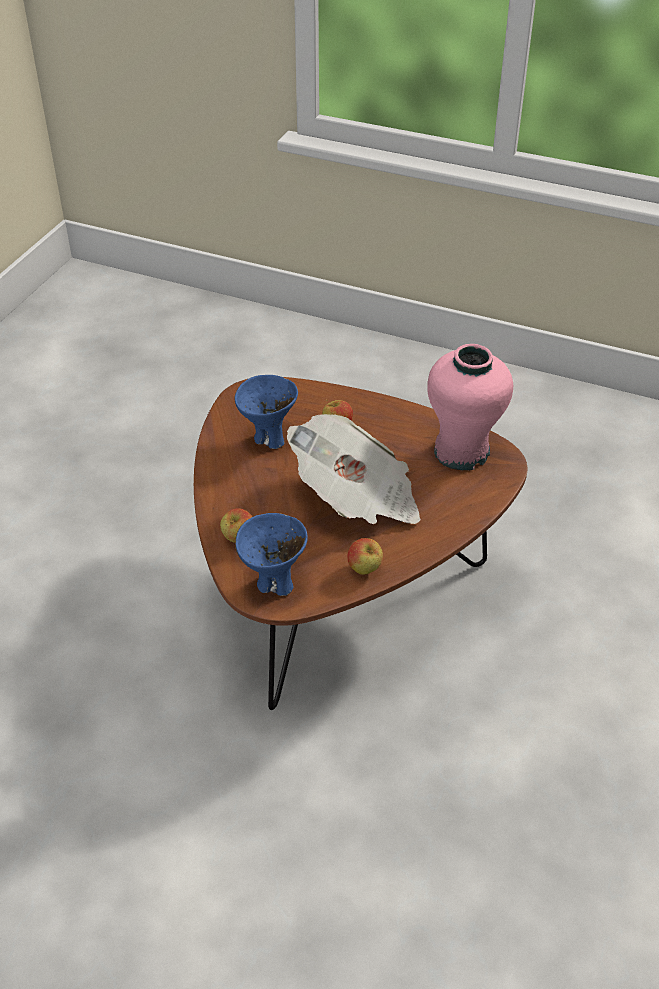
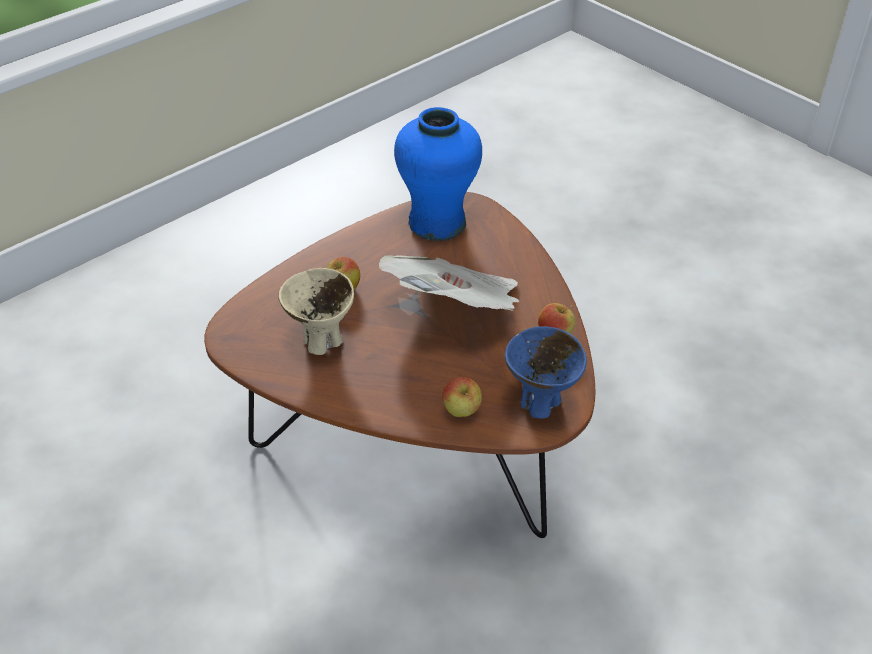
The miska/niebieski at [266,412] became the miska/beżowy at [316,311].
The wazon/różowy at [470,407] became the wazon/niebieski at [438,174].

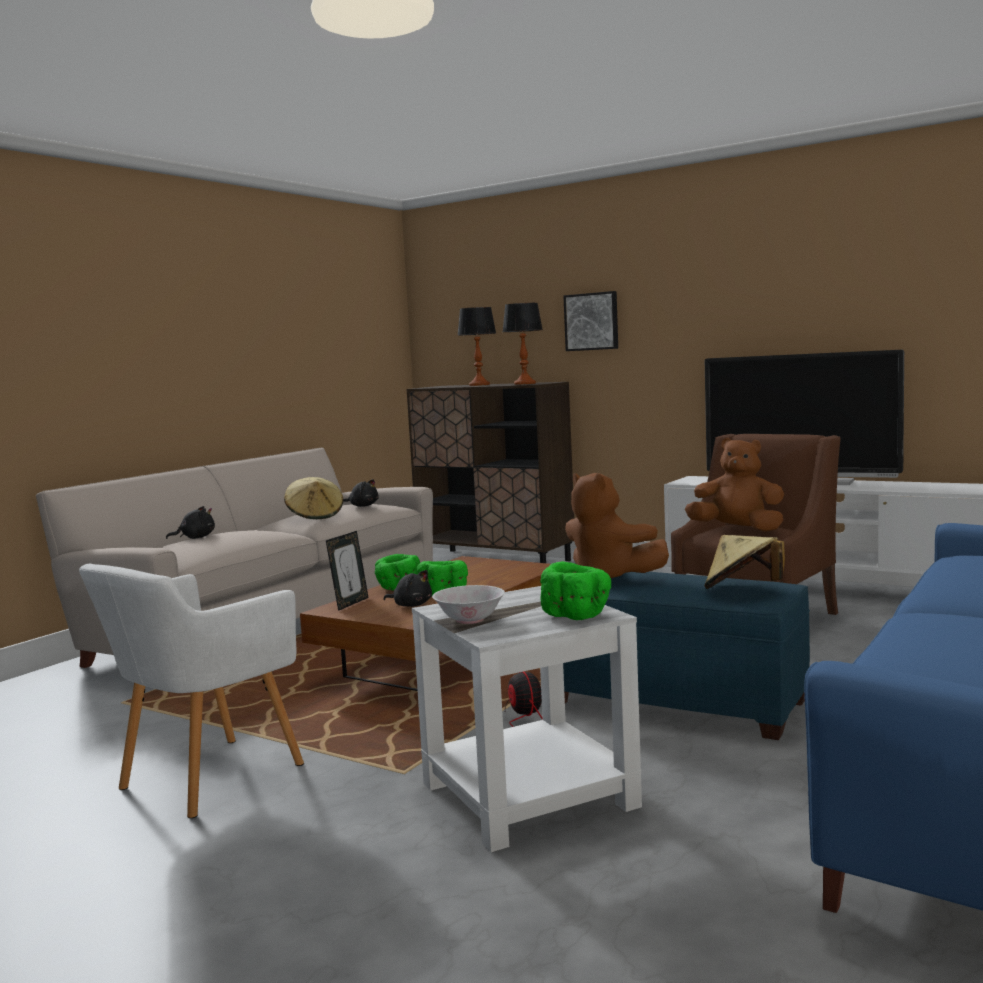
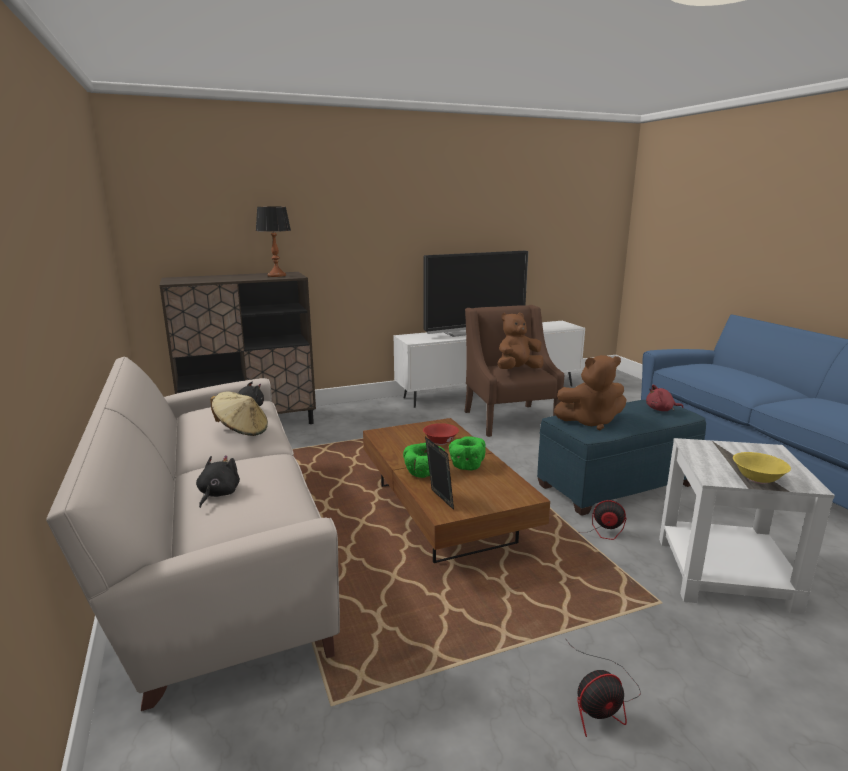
The pluszak/czarny at [407,588] disappeared.
The lampa stołowa at [477,346] disappeared.
The miska/zielony at [575,590] disappeared.
The obraz at [590,321] disappeared.
The miska/czerwony at [441,434] appeared.
The fotel/biały at [191,691] was replaced by the wentylator at [603,687].
The kapelusz/beżowy at [744,562] was replaced by the pluszak/czerwony at [665,398].
The miska/biały at [468,604] became the miska/żółty at [762,468].

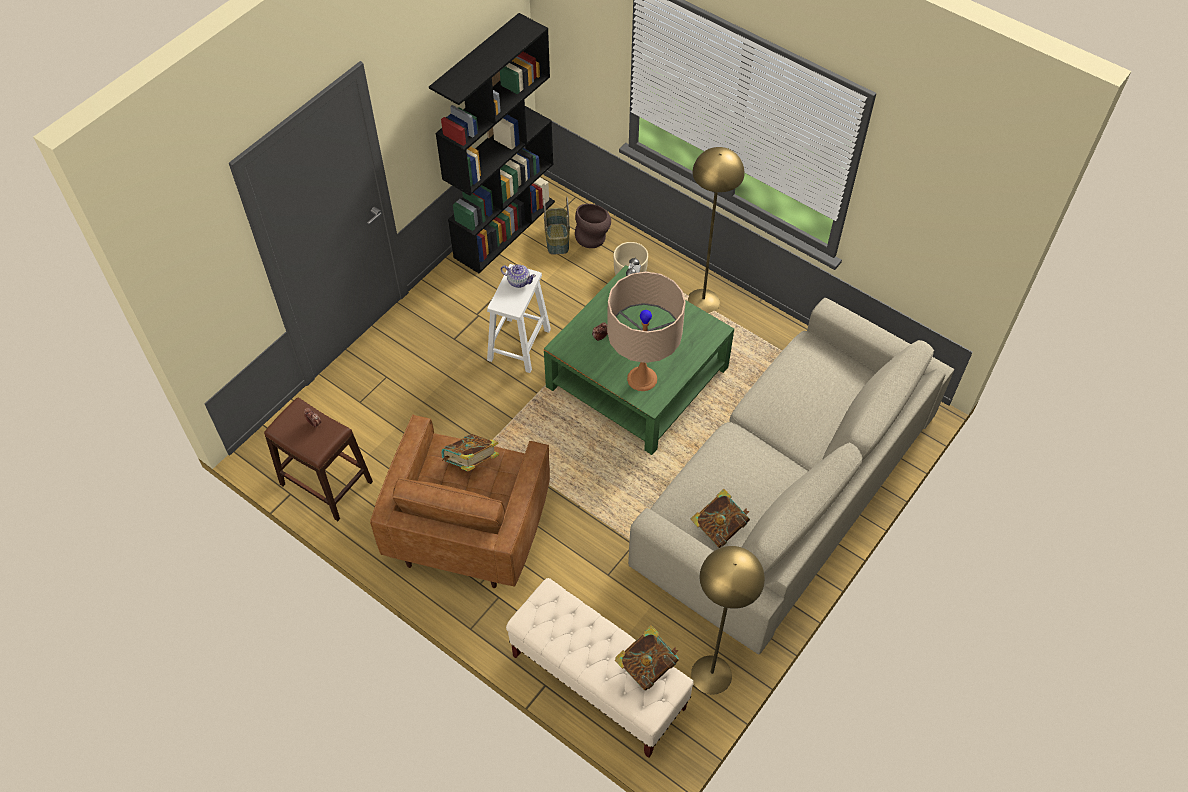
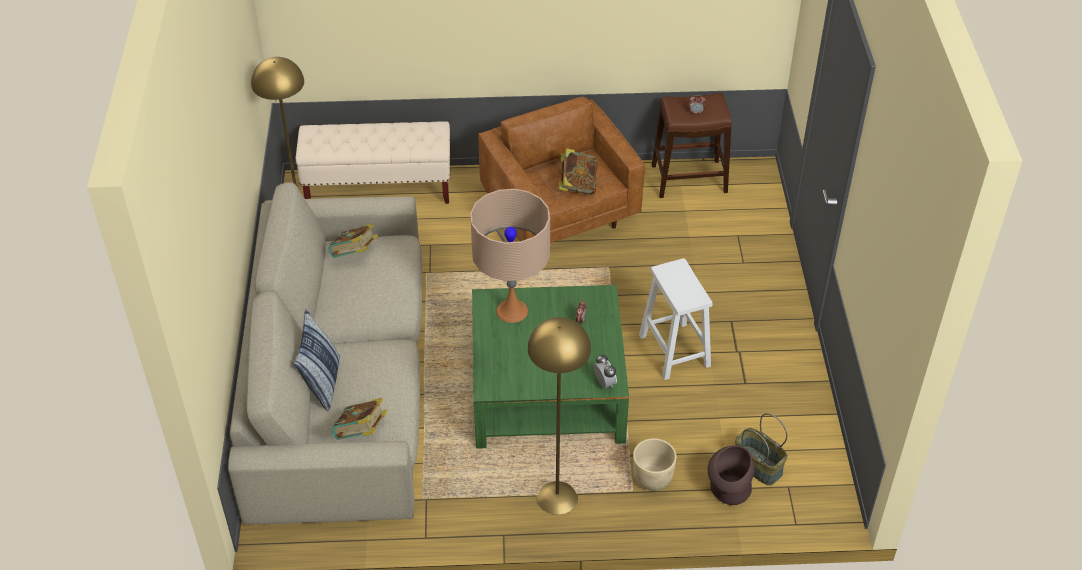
The regał/czarny at [492,143] disappeared.
The imbryk at [518,276] disappeared.
The poduszka at [316,360] appeared.
The książka moved from [647,658] to [359,419].

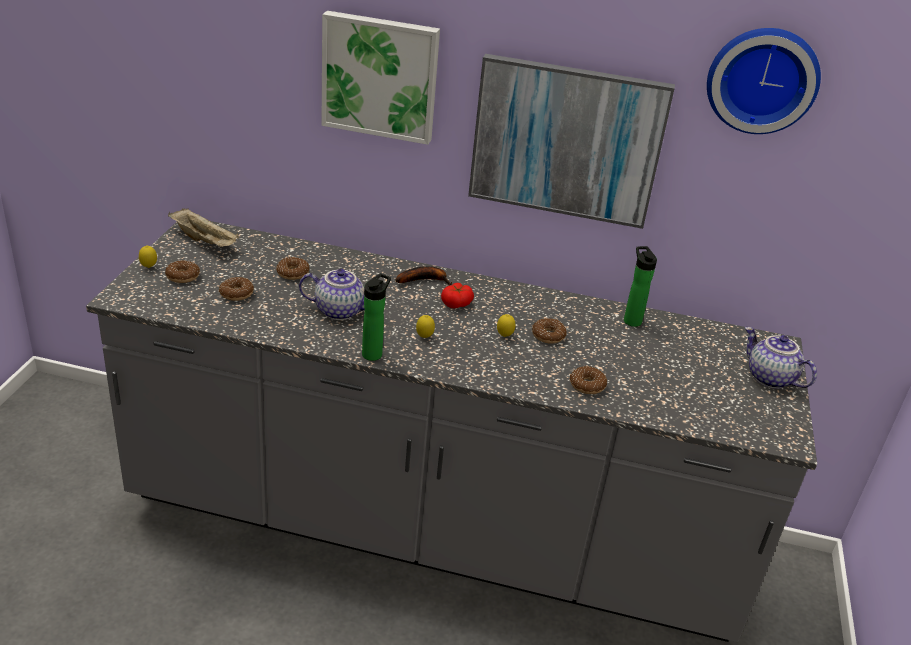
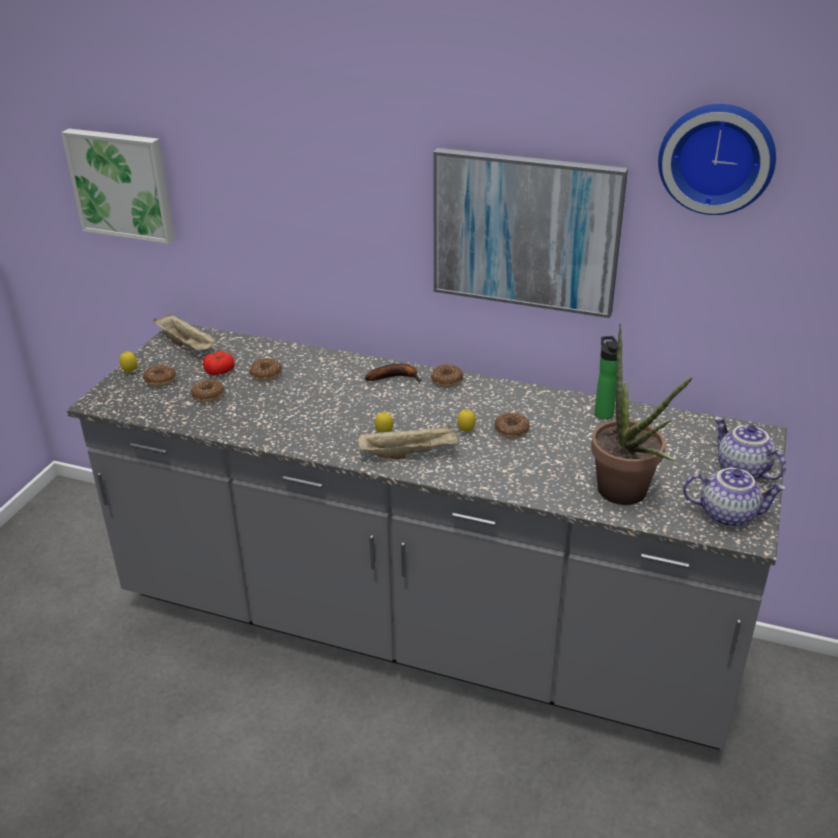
The butelka at [376,317] disappeared.
The taca/beżowy at [408,441] appeared.
The roślina doniczkowa at [642,414] appeared.
The imbryk moved from [332,294] to [734,497].
The obraz moved from [380,78] to [118,186].
The pomidor moved from [457,295] to [218,363].
The donut moved from [588,380] to [447,375].

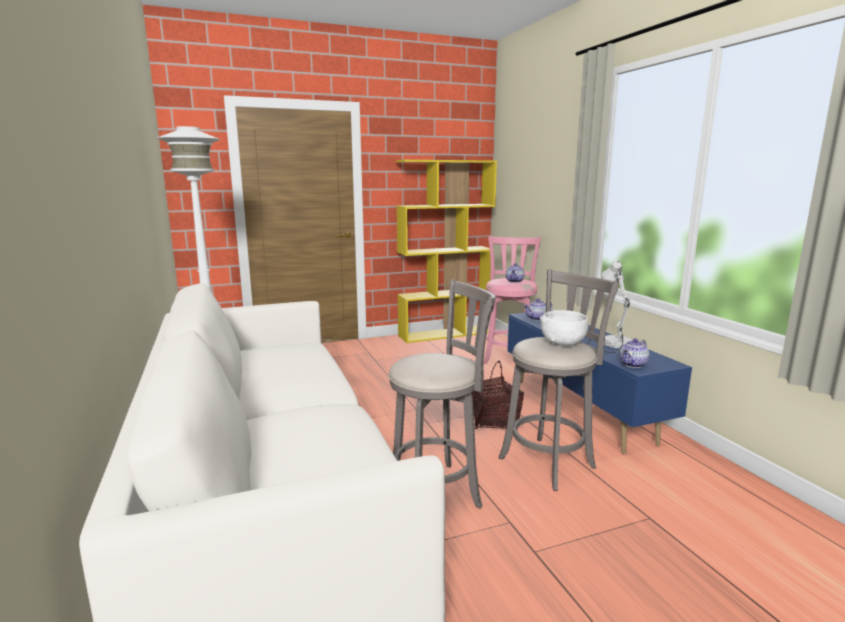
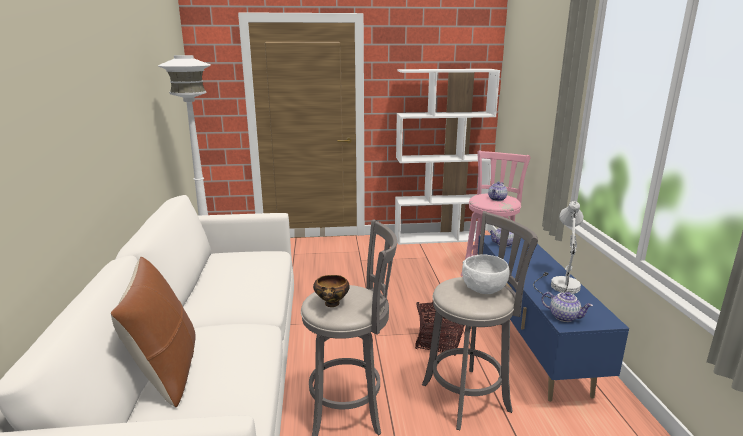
The poduszka/brązowy at [153,332] appeared.
The miska at [331,291] appeared.
The regał/żółty at [446,251] became the regał/biały at [447,157].
The imbryk at [634,353] turned 120 degrees counterclockwise.

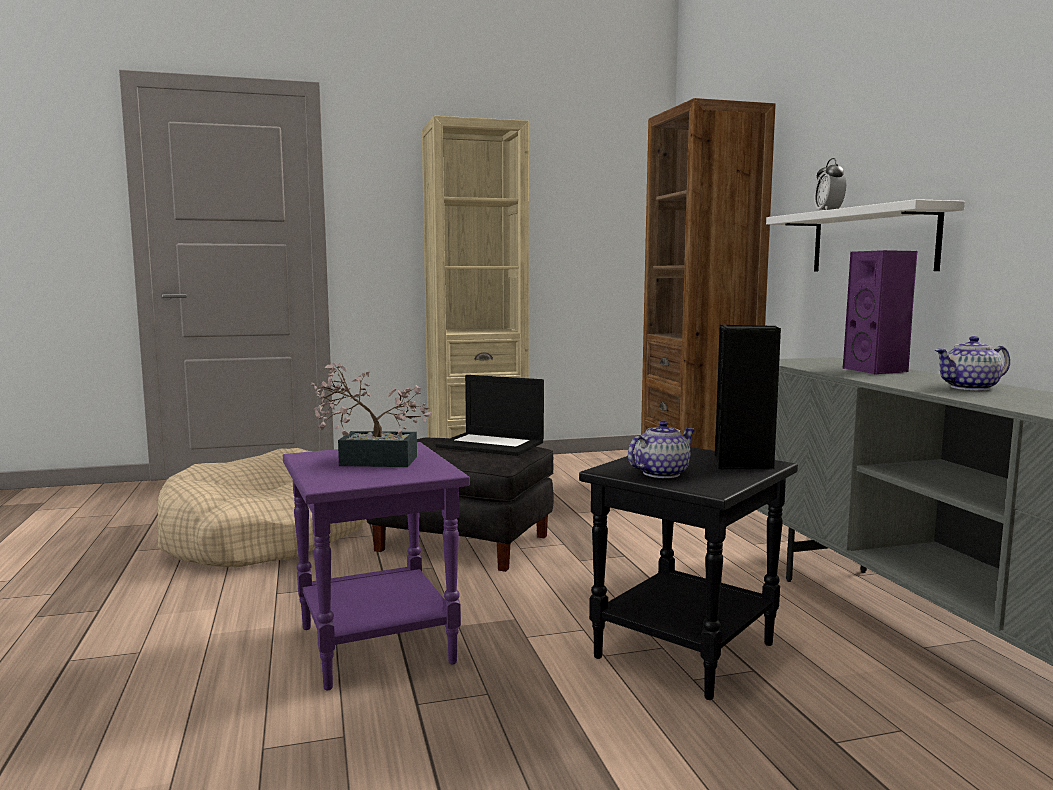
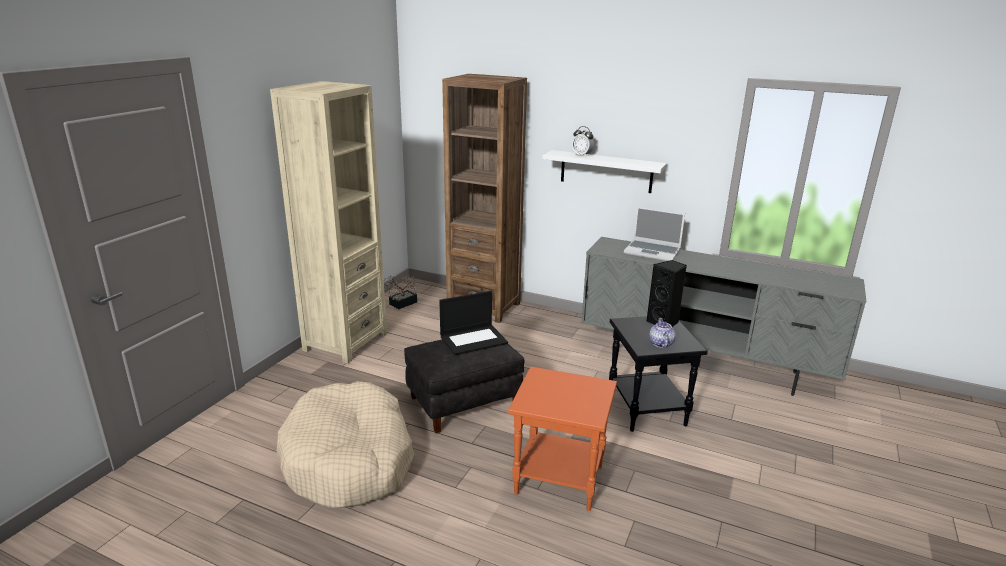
The imbryk at [972,363] disappeared.
The roślina doniczkowa moved from [371,414] to [401,292].
The głośnik/fioletowy at [880,312] was replaced by the laptop at [654,234].
The stolik/fioletowy at [376,566] became the stolik/pomarańczowy at [562,439].

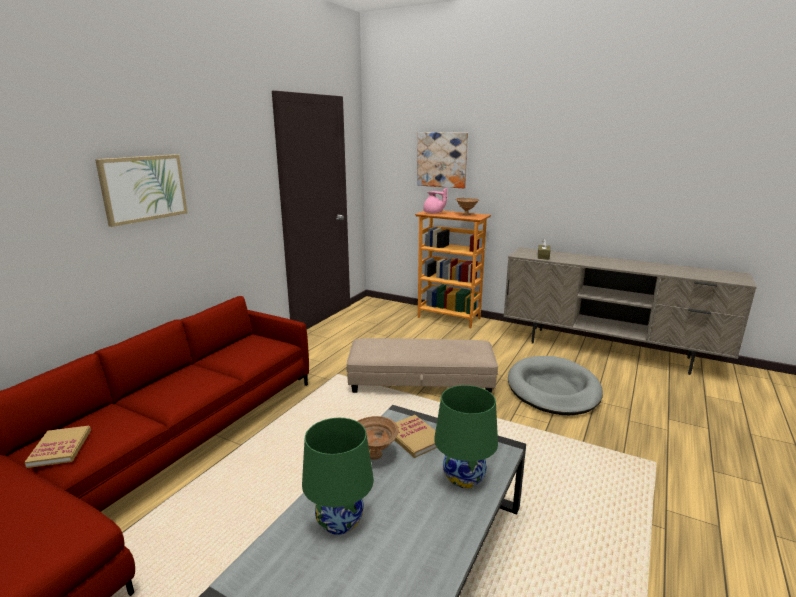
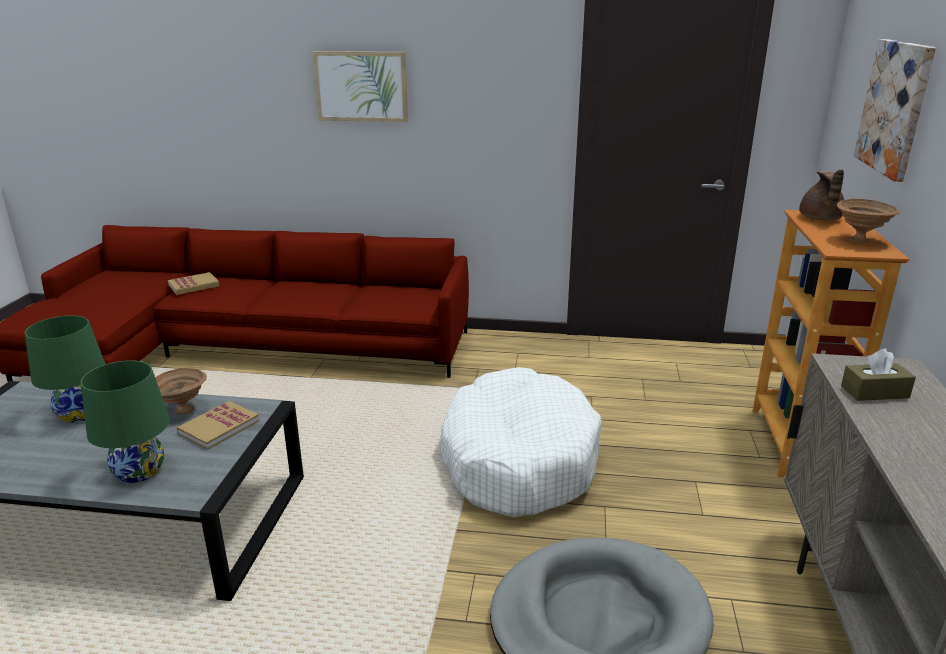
The pufa/beżowy at [422,365] was replaced by the legowisko/biały at [520,442].
The imbryk/różowy at [435,200] became the imbryk/brązowy at [821,195].

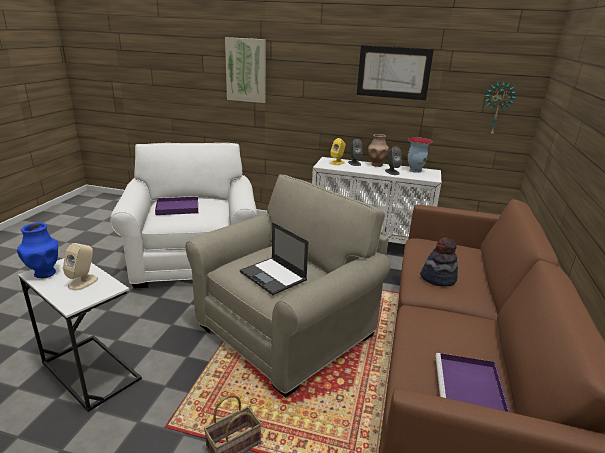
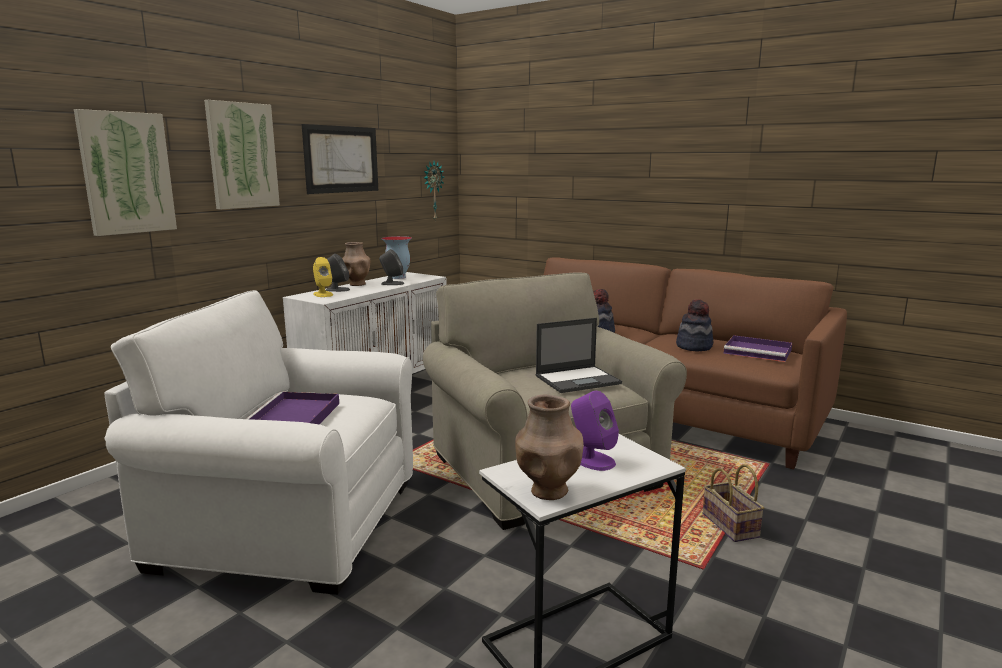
The obraz at [242,154] appeared.
The kapelusz at [695,325] appeared.
The wazon/niebieski at [37,250] became the wazon/brązowy at [549,447].
The głośnik/beżowy at [80,267] became the głośnik/fioletowy at [595,431].

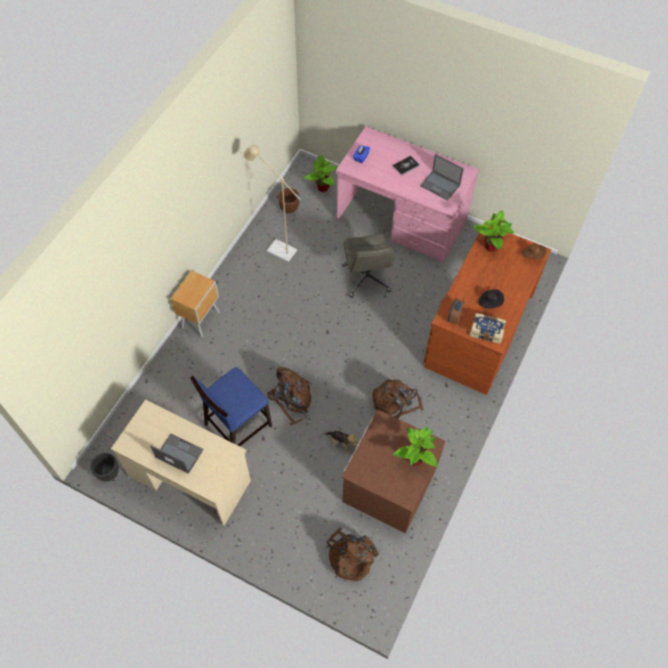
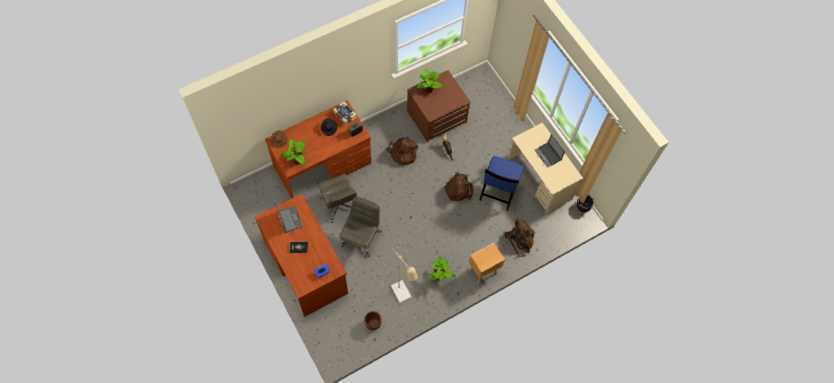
The krzesło biurowe/szary at [337,198] appeared.
The roślina doniczkowa moved from [321,173] to [441,269].
The plecak/brązowy moved from [353,554] to [520,238].
The biurko/różowy at [407,195] became the biurko/brązowy at [301,255].
The krzesło/niebieski at [231,406] turned 120 degrees clockwise.

